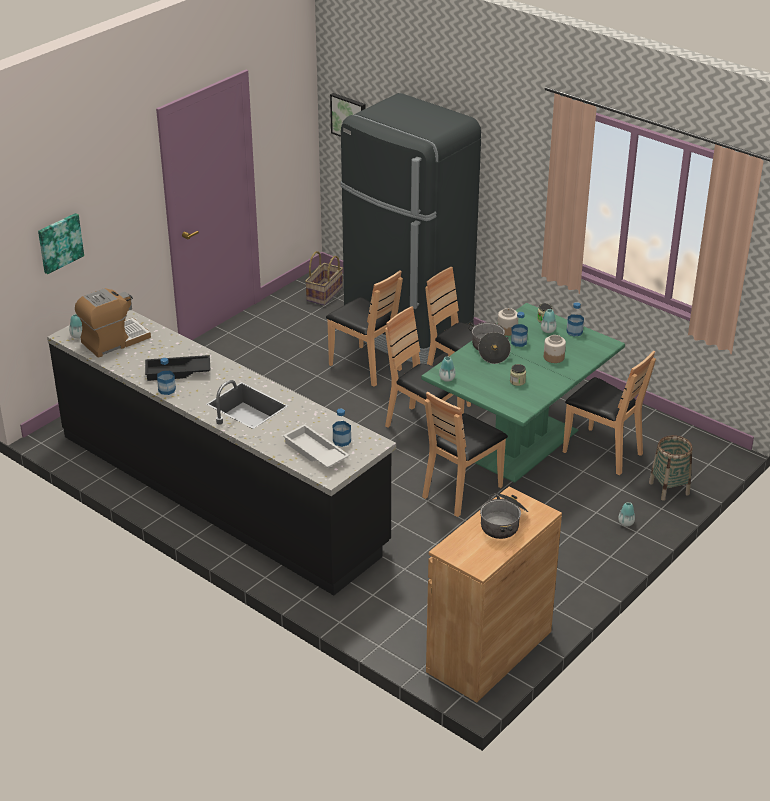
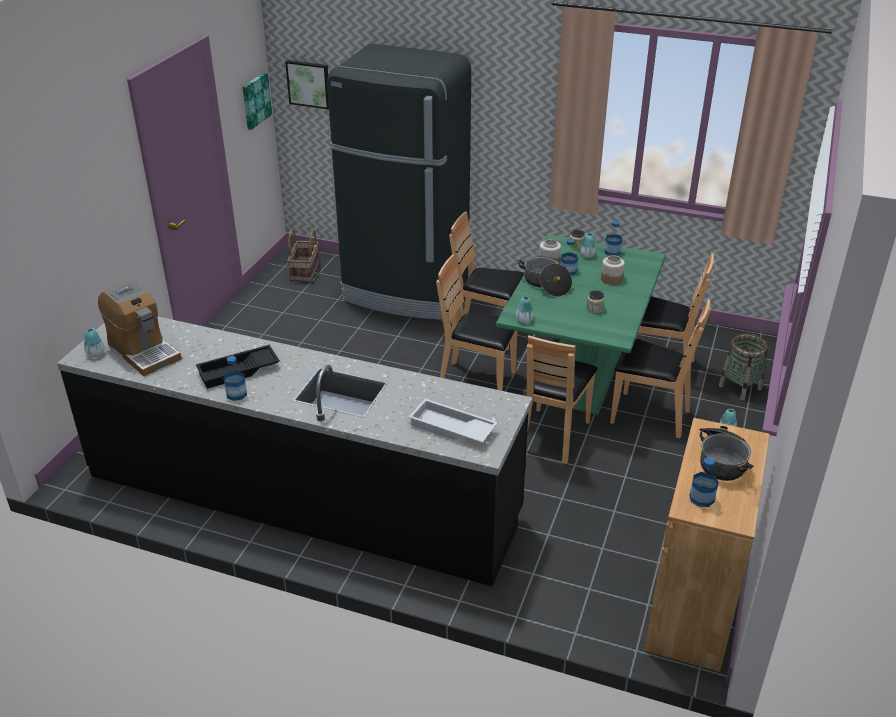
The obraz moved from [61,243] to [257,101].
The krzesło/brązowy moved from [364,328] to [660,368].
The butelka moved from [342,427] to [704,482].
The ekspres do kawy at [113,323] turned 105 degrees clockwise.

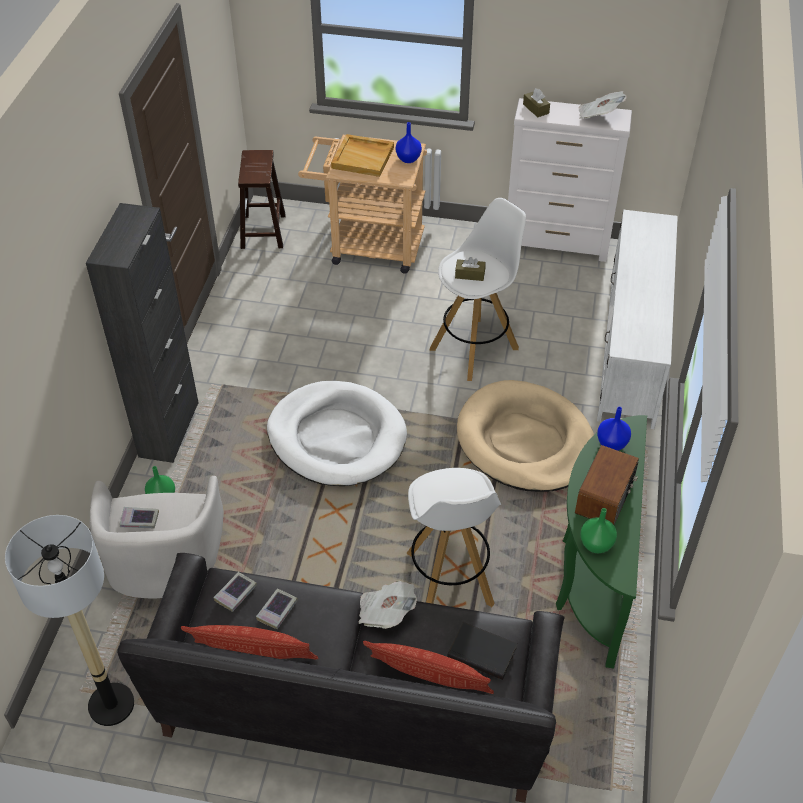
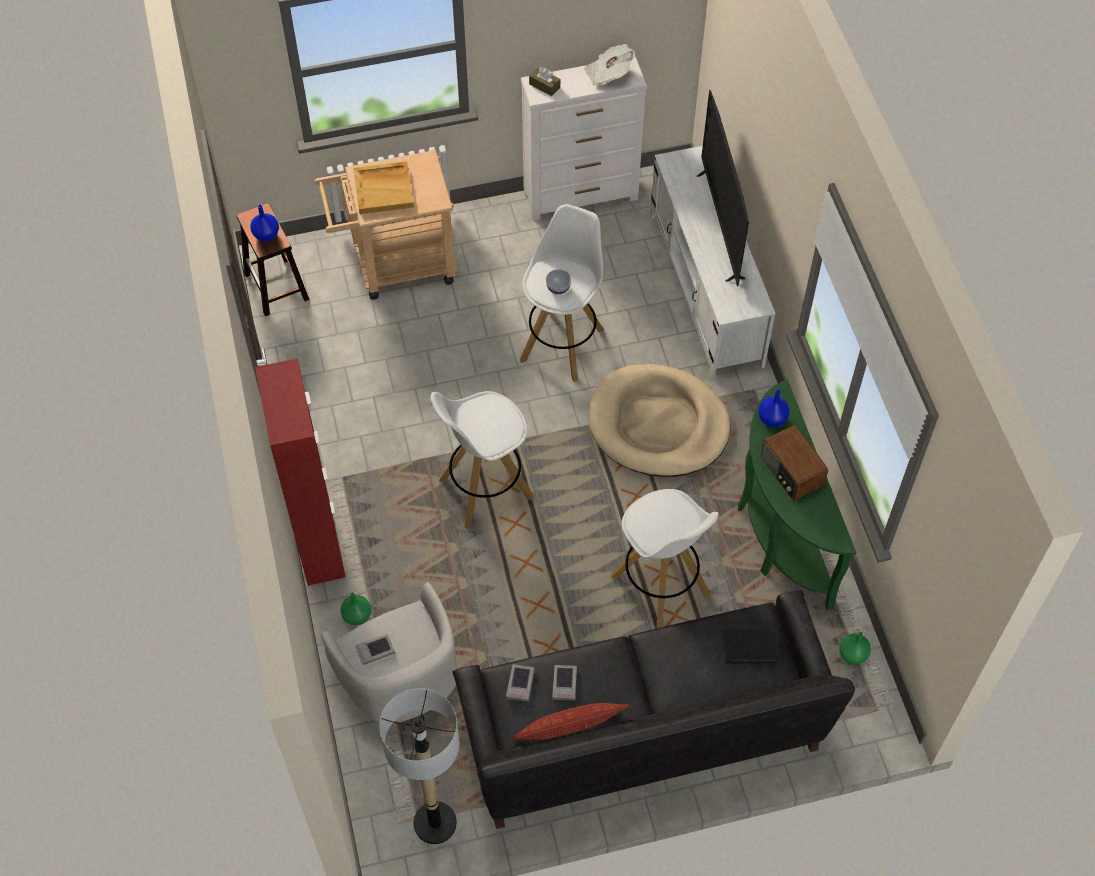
The gazeta at [387,605] disappeared.
The poduszka at [428,667] disappeared.
The telewizor at [723,188] appeared.
The wazon/niebieski moved from [409,142] to [264,223].
The wazon/zielony moved from [598,530] to [855,648].
The legowisko/biały at [337,433] was replaced by the stołek/biały at [482,460].
The pudełko chusteczek/brązowy at [470,269] was replaced by the miska at [558,281].
The szafka/czarny at [142,333] became the szafka/czerwony at [300,472].
The radio at [607,485] turned 150 degrees clockwise.

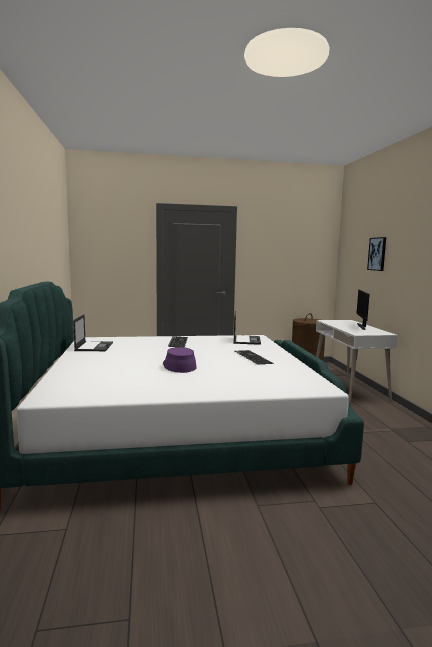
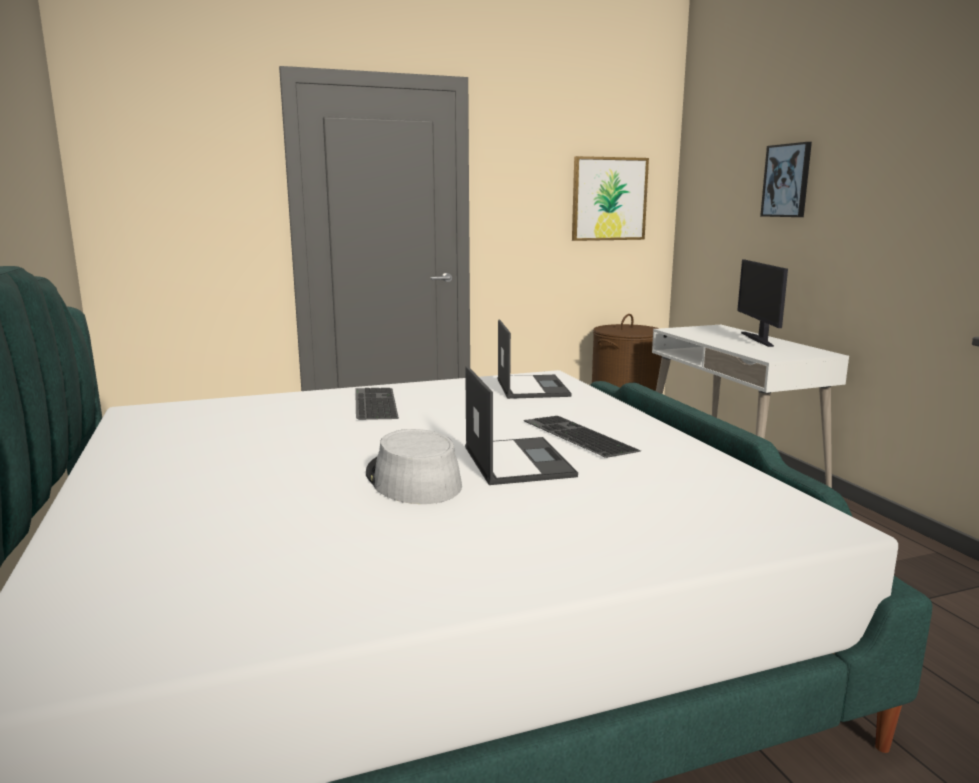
The obraz at [610,198] appeared.
The laptop moved from [93,332] to [521,425].
The kapelusz/fioletowy at [180,360] became the kapelusz/szary at [414,466].

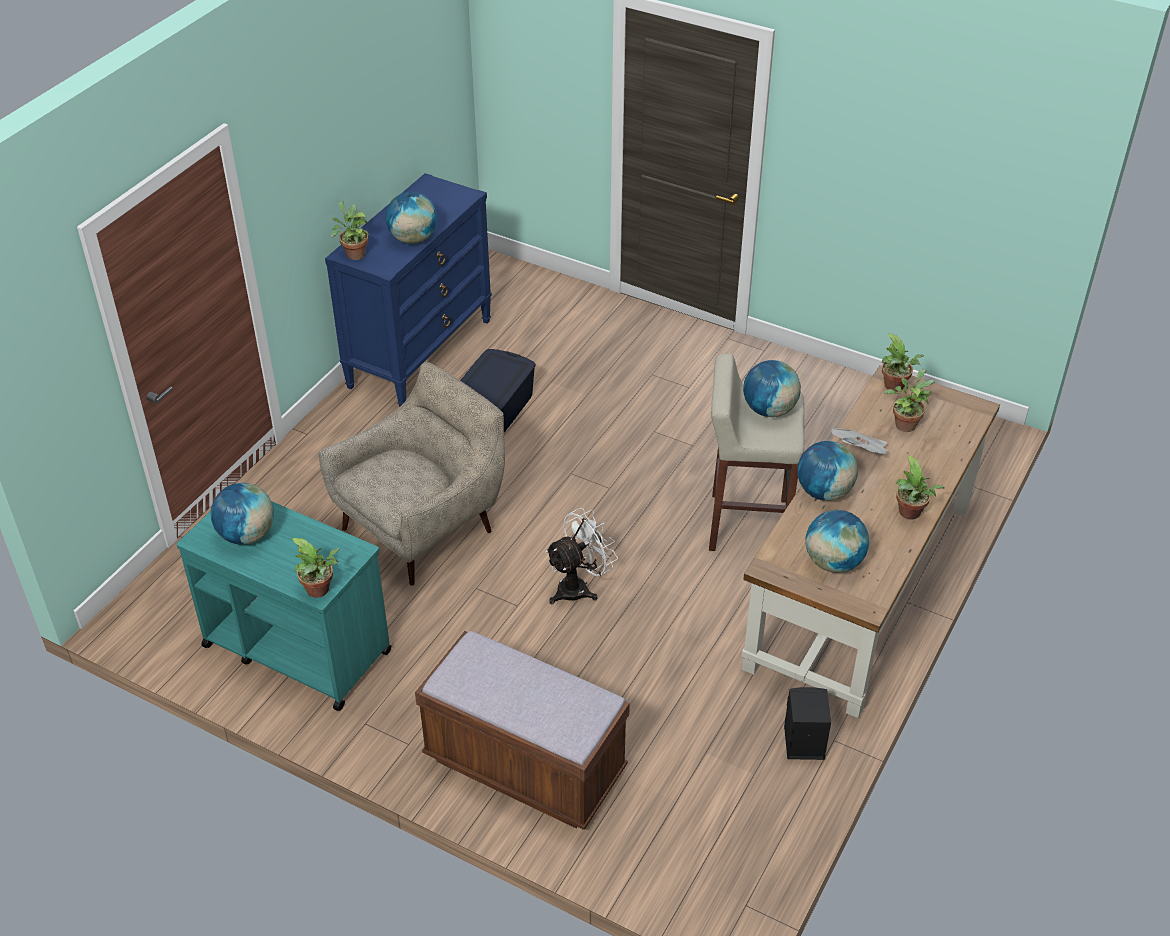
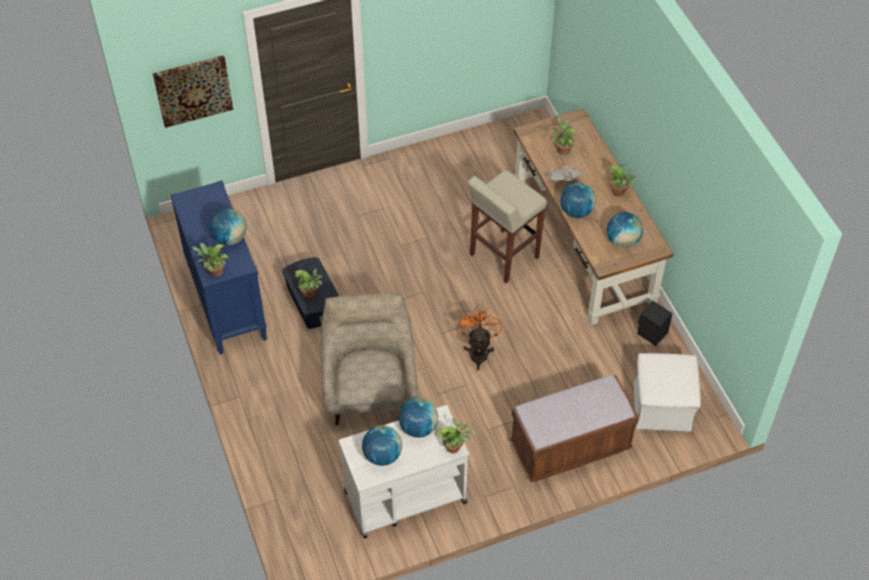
The obraz at [193,91] appeared.
The pufa/biały at [667,392] appeared.
The globus moved from [772,388] to [418,418].
The roślina doniczkowa moved from [902,362] to [308,283].
The wózek/turkusowy at [284,606] became the wózek/biały at [404,471].
The wentylator/biały at [581,556] became the wentylator/pomarańczowy at [480,338].

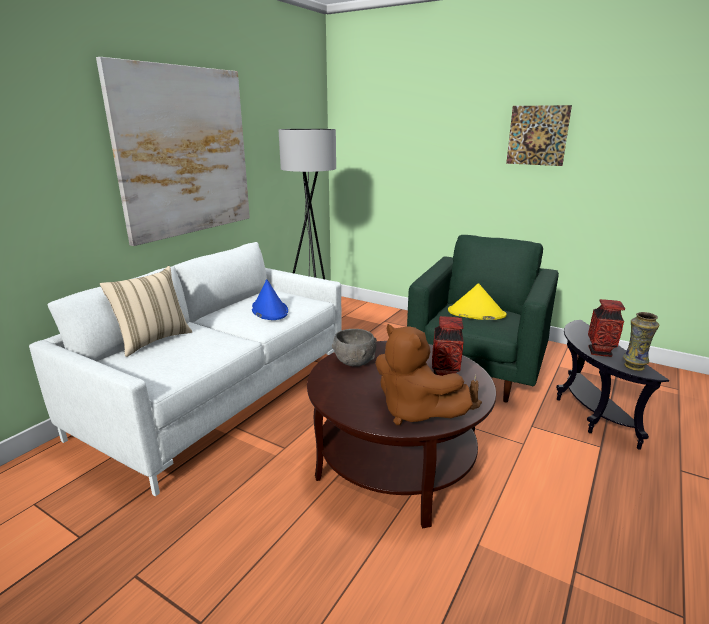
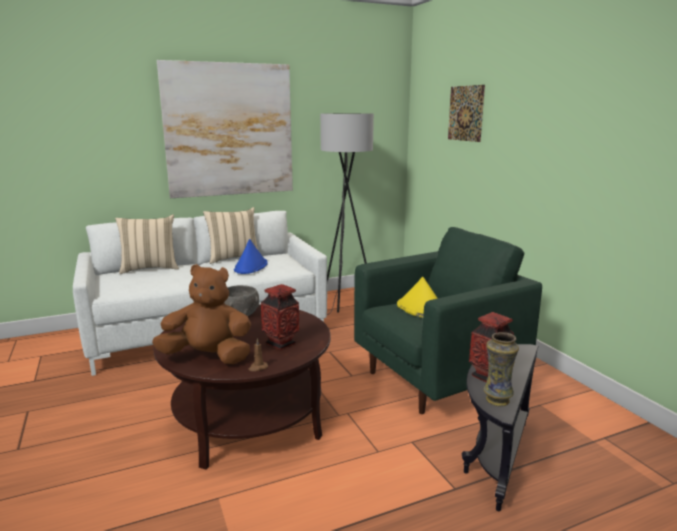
The poduszka/beżowy at [230,235] appeared.
The obraz moved from [539,135] to [466,113].
The pluszak/brązowy at [424,374] turned 105 degrees clockwise.

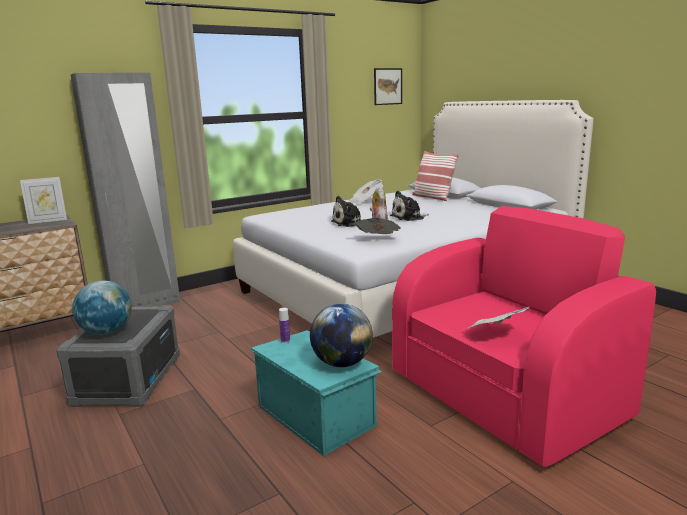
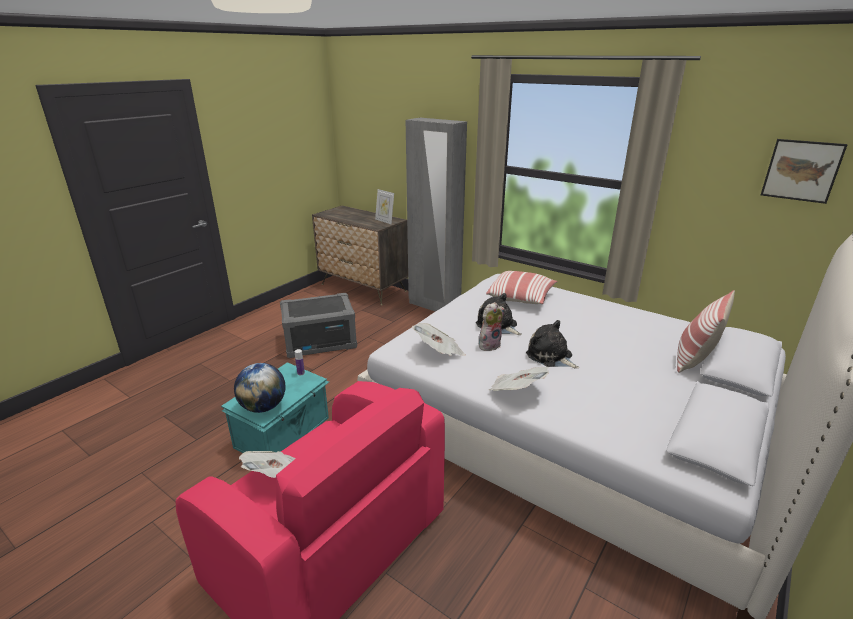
The globus at [102,308] disappeared.
The poduszka at [522,287] appeared.
The gazeta moved from [365,191] to [519,379].

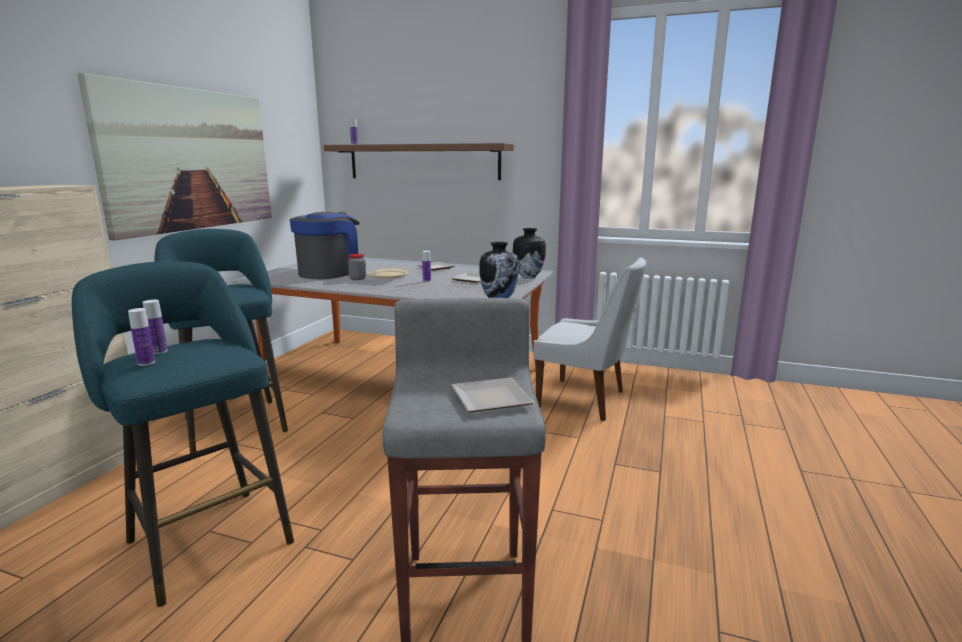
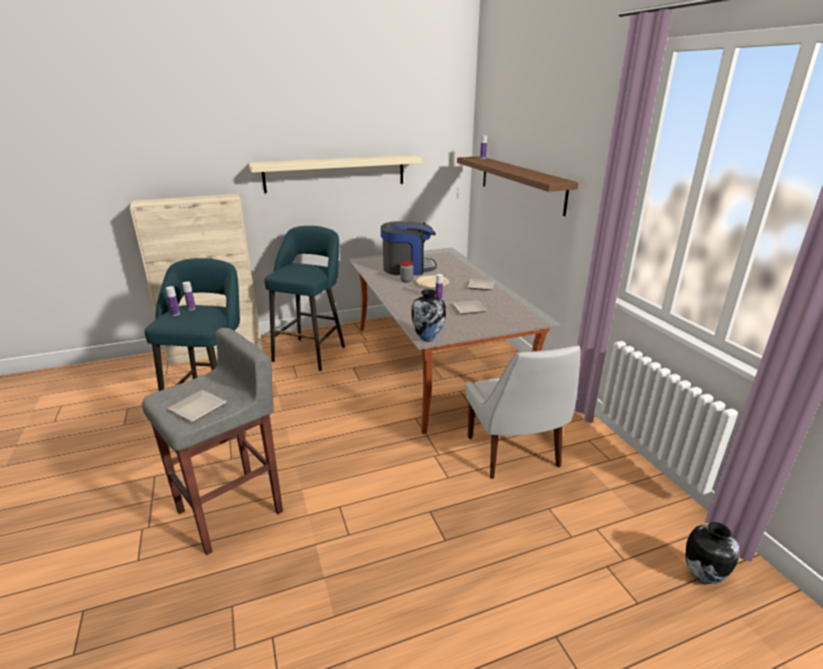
The wazon moved from [529,253] to [712,553].
The obraz at [174,156] was replaced by the półka/beżowy at [335,174].

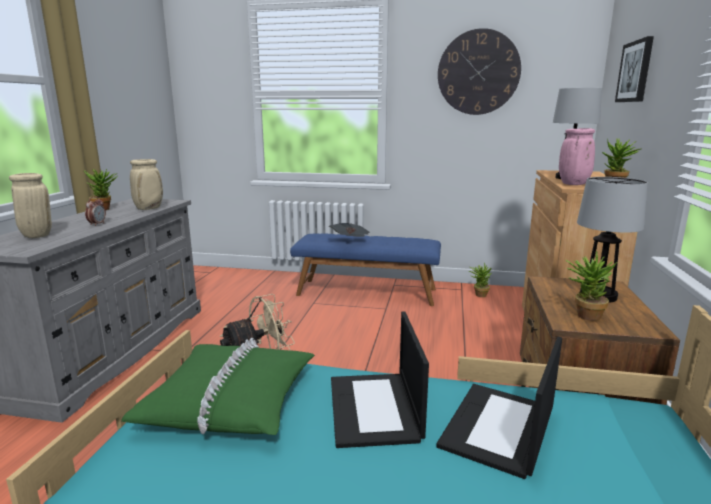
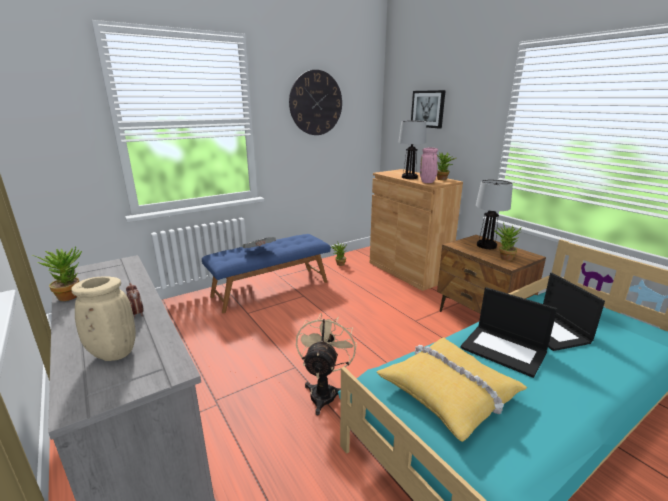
The wazon/beżowy at [146,184] disappeared.
The poduszka/zielony at [218,386] became the poduszka/żółty at [451,389].

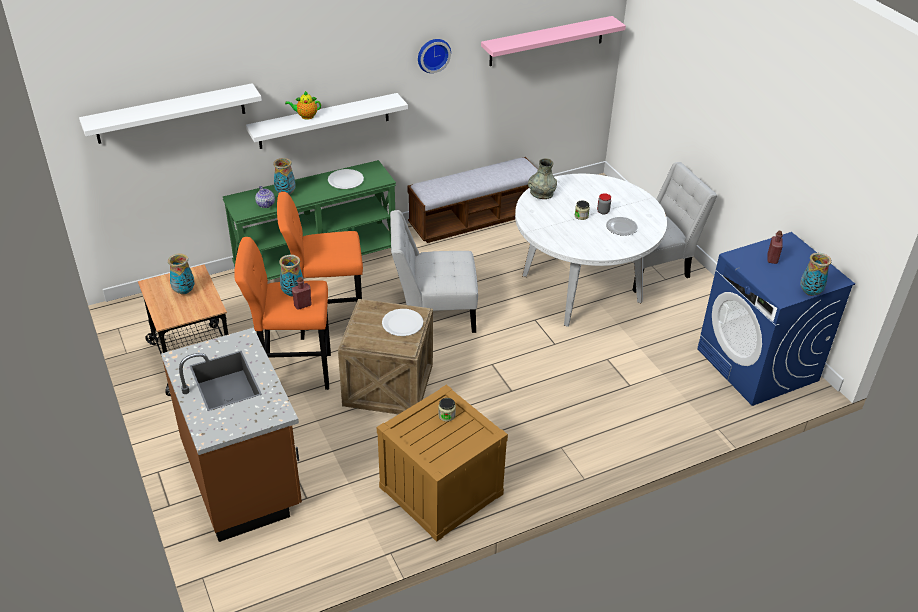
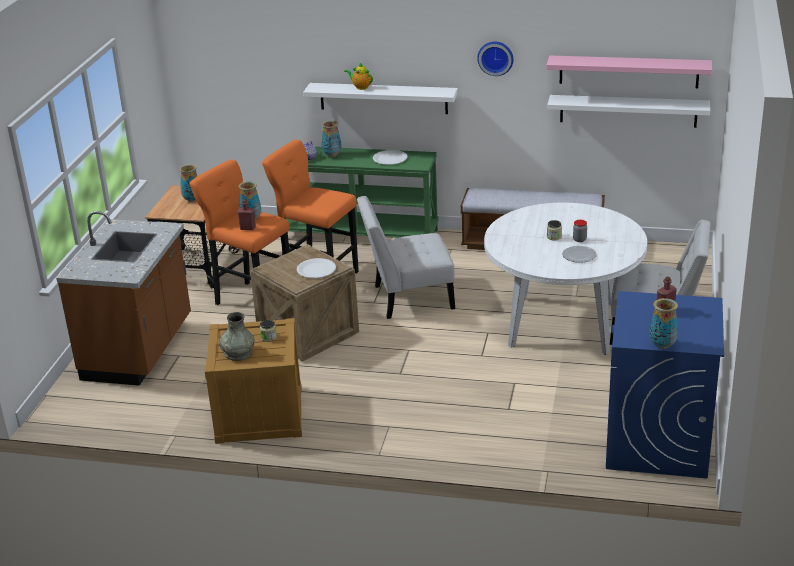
The półka/biały moved from [170,113] to [628,111].
The wazon/szary moved from [542,178] to [237,336].
The krzesło/biały at [434,271] turned 45 degrees counterclockwise.

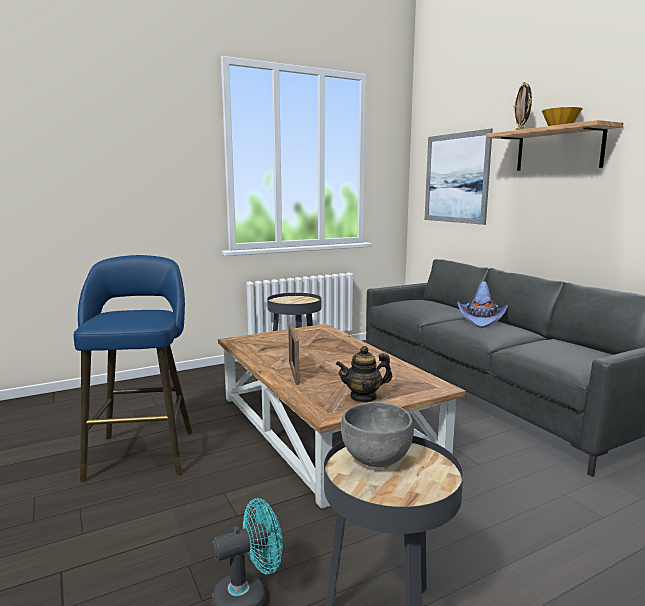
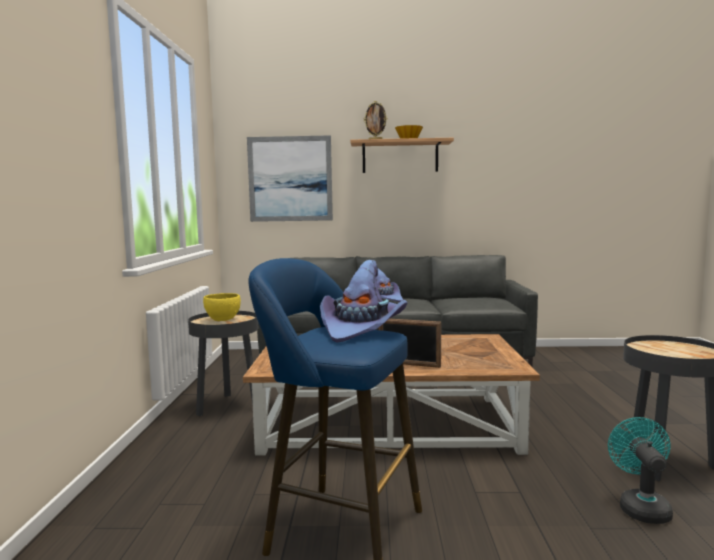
The imbryk at [364,374] disappeared.
The miska/szary at [377,434] disappeared.
The miska/żółty at [222,307] appeared.
The kapelusz/fioletowy at [364,301] appeared.

